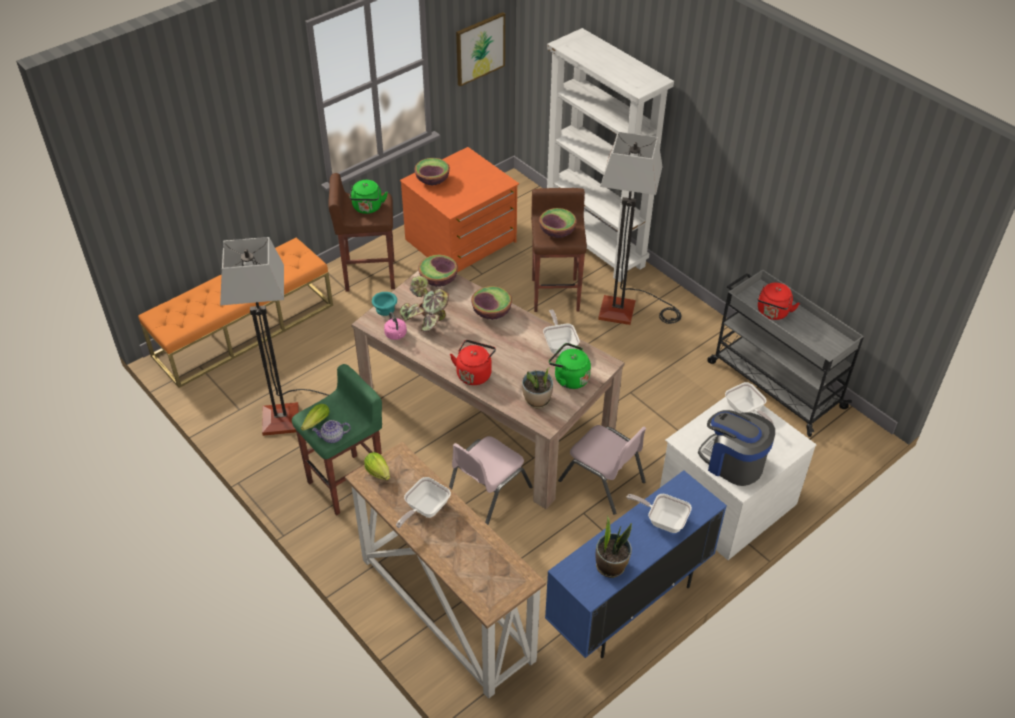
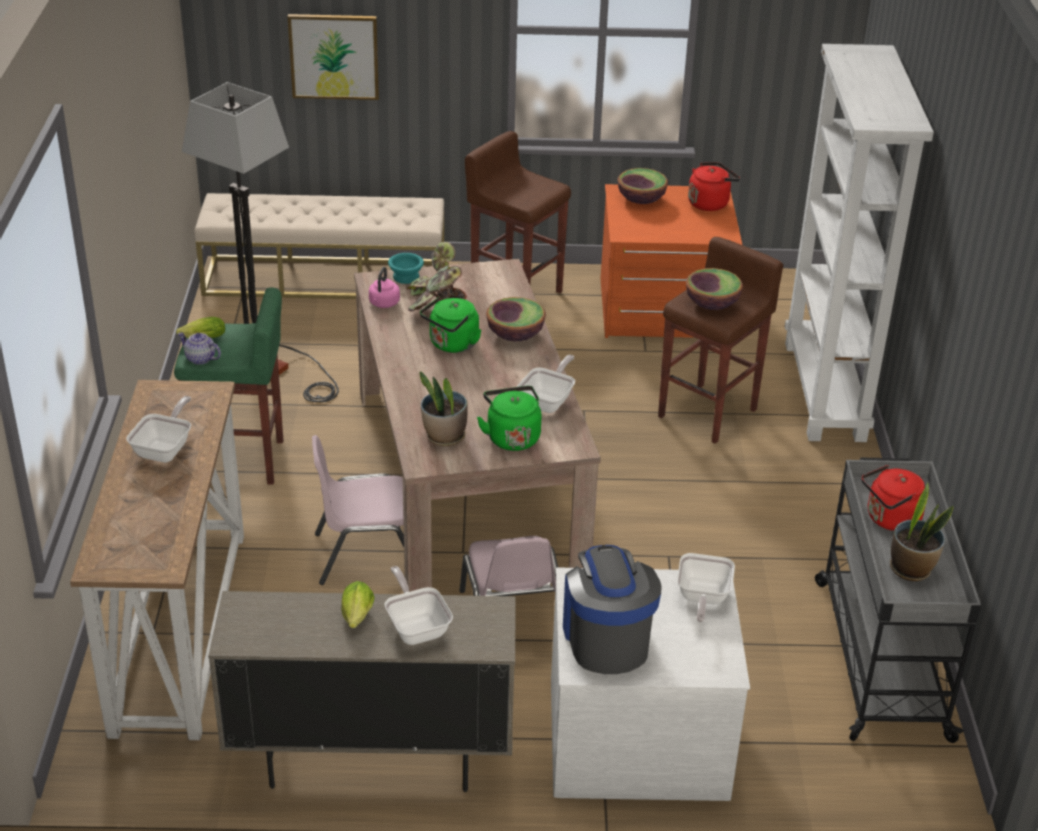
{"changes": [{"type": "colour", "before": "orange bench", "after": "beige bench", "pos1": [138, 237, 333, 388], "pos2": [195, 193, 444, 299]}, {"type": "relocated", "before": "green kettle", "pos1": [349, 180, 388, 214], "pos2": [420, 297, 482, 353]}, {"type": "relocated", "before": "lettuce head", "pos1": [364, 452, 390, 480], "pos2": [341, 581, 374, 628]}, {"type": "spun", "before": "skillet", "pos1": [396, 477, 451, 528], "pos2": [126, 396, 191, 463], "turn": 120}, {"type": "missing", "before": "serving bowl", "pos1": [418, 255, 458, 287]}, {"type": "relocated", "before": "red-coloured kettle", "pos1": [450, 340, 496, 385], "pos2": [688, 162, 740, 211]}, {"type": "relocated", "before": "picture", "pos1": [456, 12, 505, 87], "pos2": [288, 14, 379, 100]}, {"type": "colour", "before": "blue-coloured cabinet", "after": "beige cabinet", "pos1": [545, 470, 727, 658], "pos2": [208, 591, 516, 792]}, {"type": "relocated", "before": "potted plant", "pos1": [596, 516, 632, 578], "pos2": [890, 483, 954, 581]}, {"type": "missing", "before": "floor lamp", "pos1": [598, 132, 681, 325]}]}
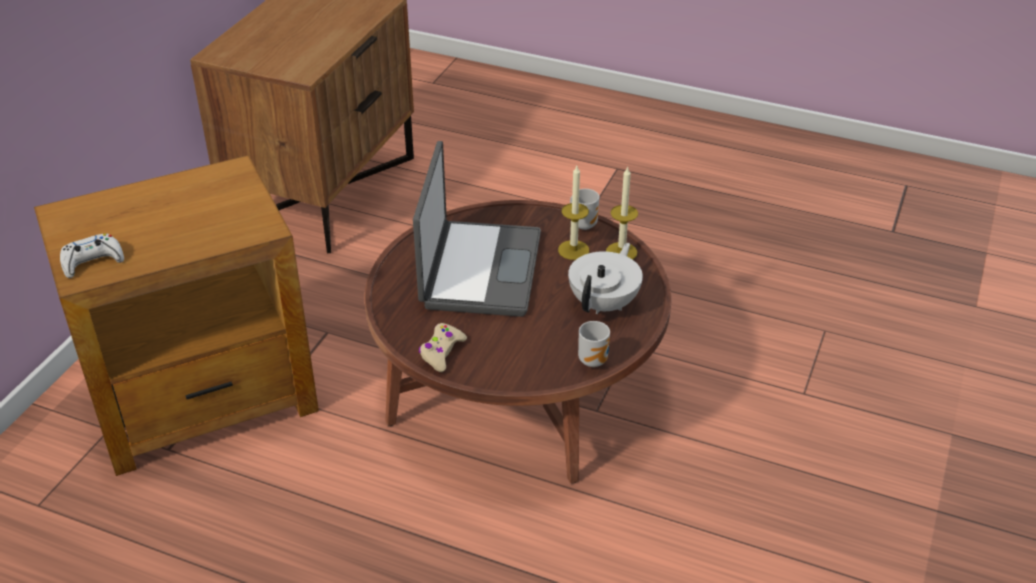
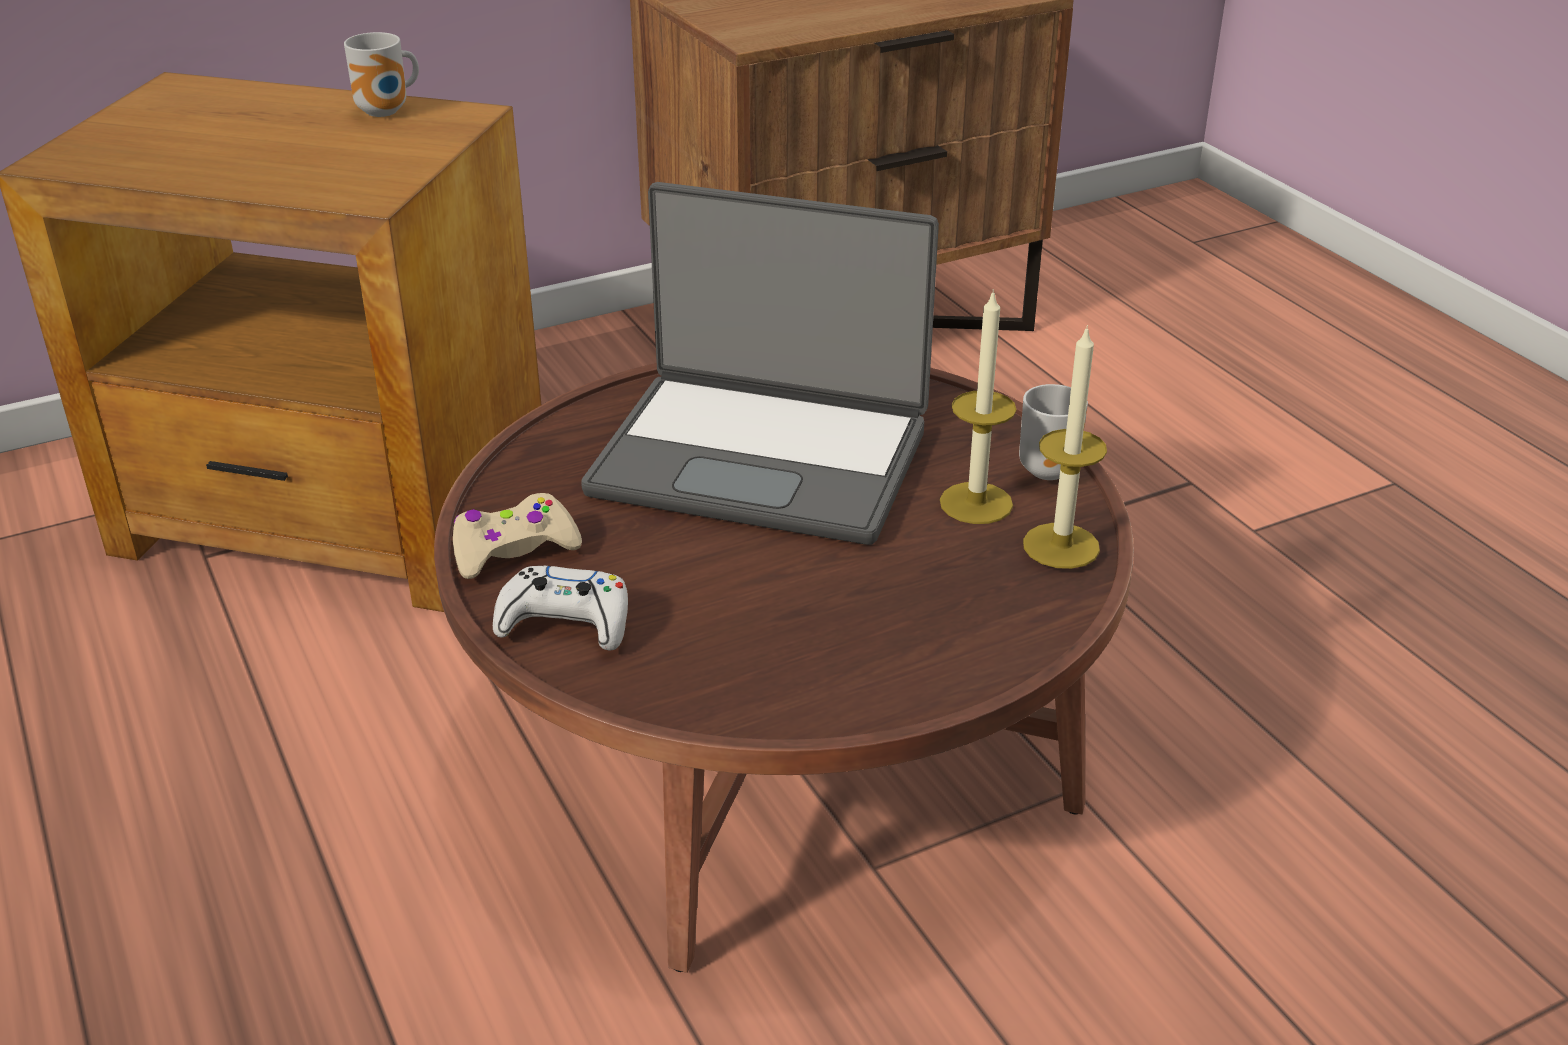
{"changes": [{"type": "relocated", "before": "white joypad", "pos1": [60, 233, 124, 278], "pos2": [493, 566, 628, 651]}, {"type": "spun", "before": "laptop", "pos1": [413, 141, 541, 317], "pos2": [581, 182, 939, 545], "turn": 60}, {"type": "missing", "before": "white teapot", "pos1": [568, 243, 643, 314]}, {"type": "relocated", "before": "tea mug", "pos1": [578, 321, 610, 367], "pos2": [344, 32, 419, 117]}]}
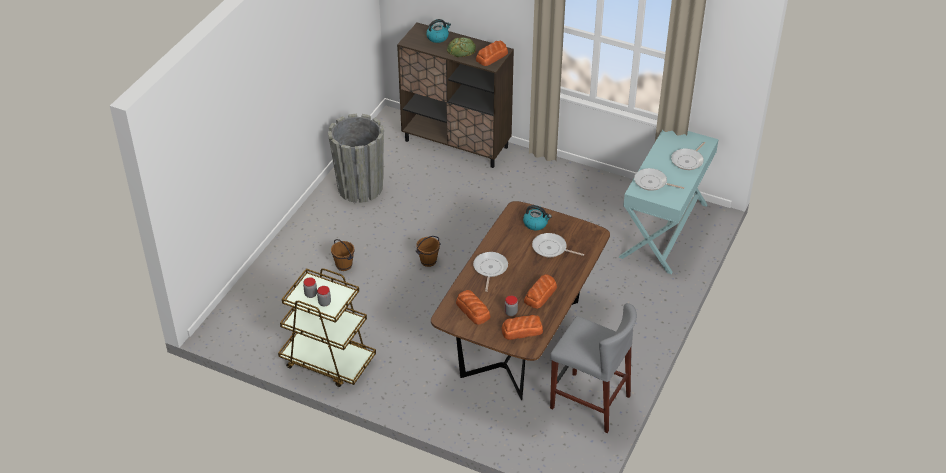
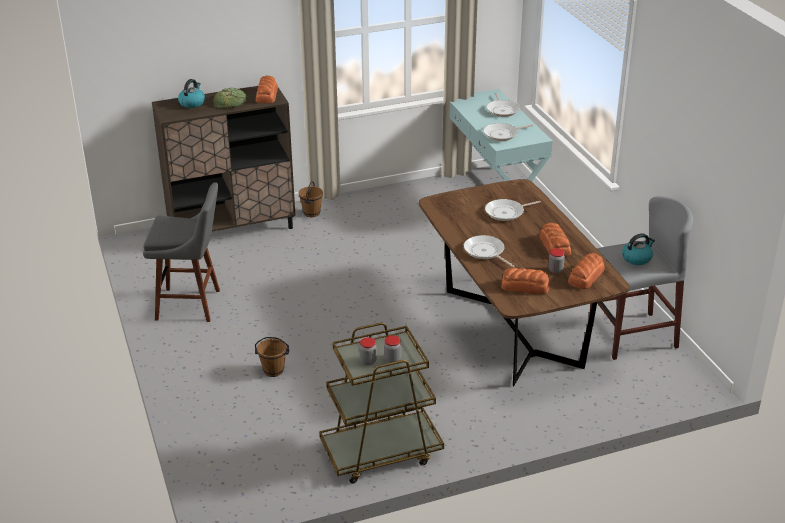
{"changes": [{"type": "exchanged", "before": "greyish planter", "after": "greyish stool seat", "pos1": [328, 113, 384, 203], "pos2": [143, 182, 220, 322]}, {"type": "relocated", "before": "brownish pail", "pos1": [416, 236, 441, 267], "pos2": [299, 181, 323, 217]}, {"type": "relocated", "before": "kettle", "pos1": [523, 205, 552, 230], "pos2": [622, 233, 655, 265]}]}
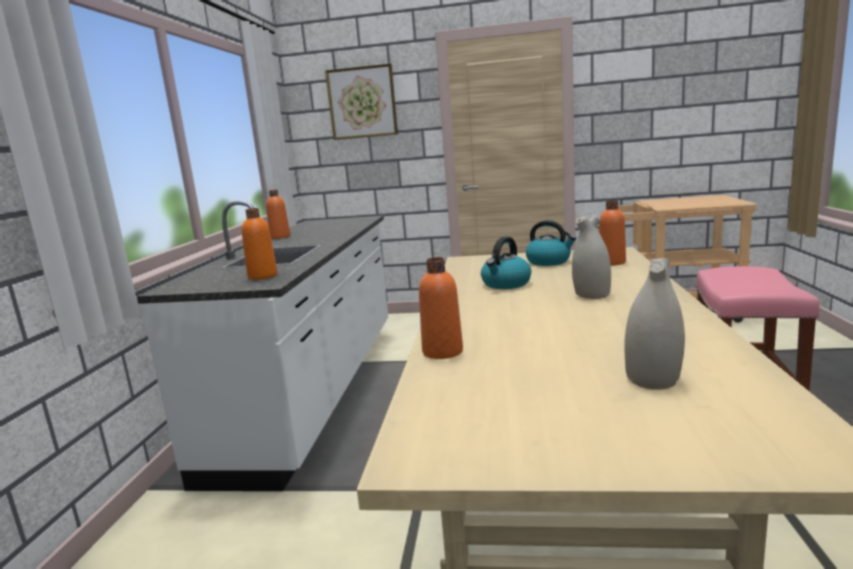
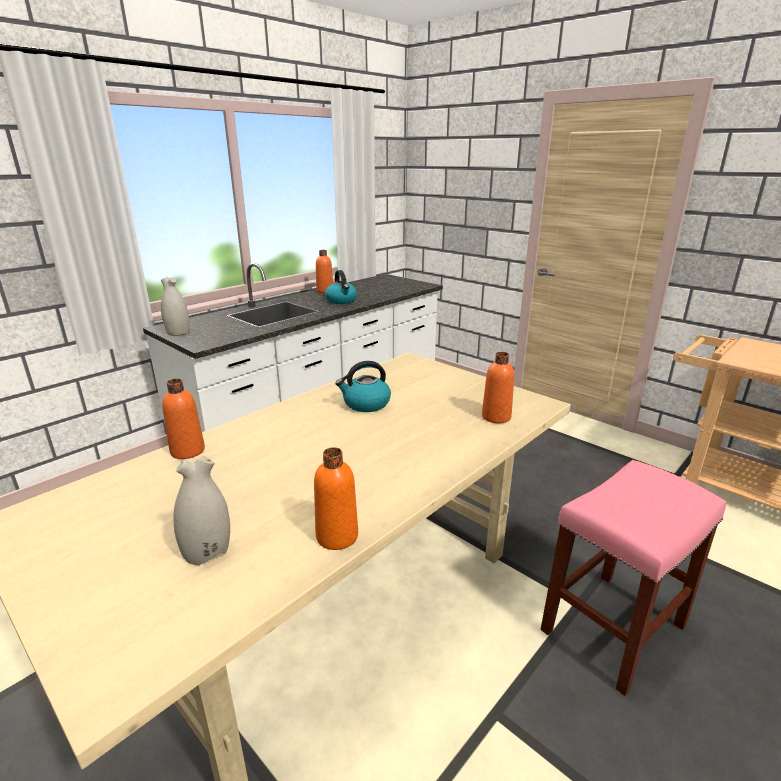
{"changes": [{"type": "relocated", "before": "orange bottle", "pos1": [242, 208, 278, 280], "pos2": [314, 447, 358, 550]}, {"type": "missing", "before": "picture", "pos1": [325, 63, 398, 140]}, {"type": "relocated", "before": "kettle", "pos1": [526, 220, 576, 266], "pos2": [325, 270, 357, 304]}, {"type": "relocated", "before": "white decorative vase", "pos1": [572, 215, 611, 299], "pos2": [161, 277, 190, 336]}]}
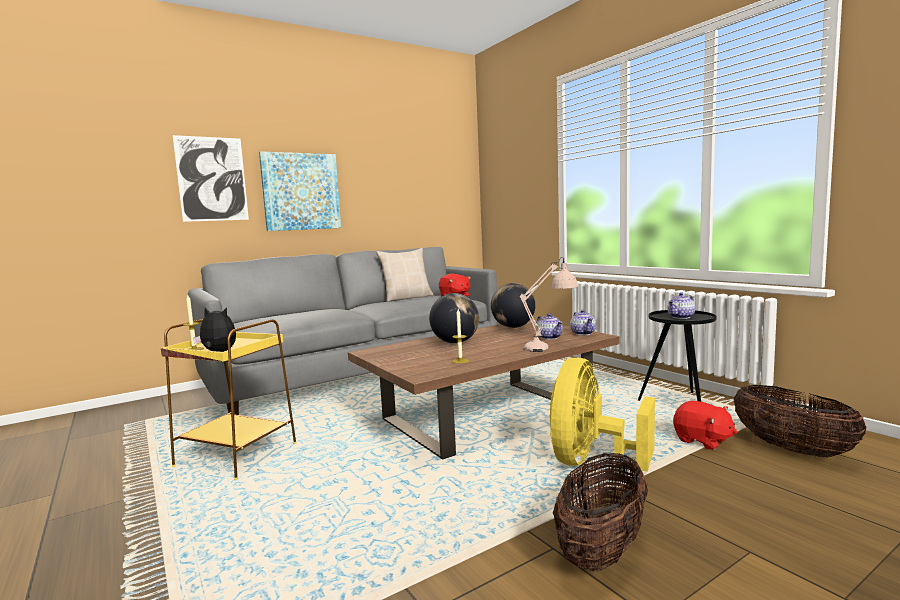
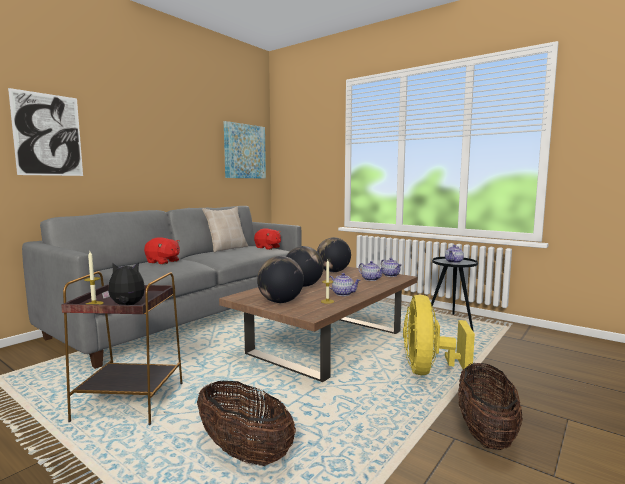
{"changes": [{"type": "colour", "before": "yellow-coloured side table", "after": "brownish side table", "pos1": [161, 319, 296, 480], "pos2": [61, 271, 183, 425]}, {"type": "relocated", "before": "picture", "pos1": [259, 151, 341, 231], "pos2": [224, 121, 266, 178]}, {"type": "missing", "before": "beige table lamp", "pos1": [520, 257, 578, 352]}, {"type": "relocated", "before": "red-coloured cuddly toy", "pos1": [673, 401, 737, 450], "pos2": [144, 237, 180, 265]}, {"type": "relocated", "before": "household basket", "pos1": [734, 385, 866, 458], "pos2": [197, 381, 296, 466]}, {"type": "appeared", "after": "world globe", "pos2": [257, 256, 304, 303]}, {"type": "appeared", "after": "teapot", "pos2": [329, 273, 361, 296]}]}
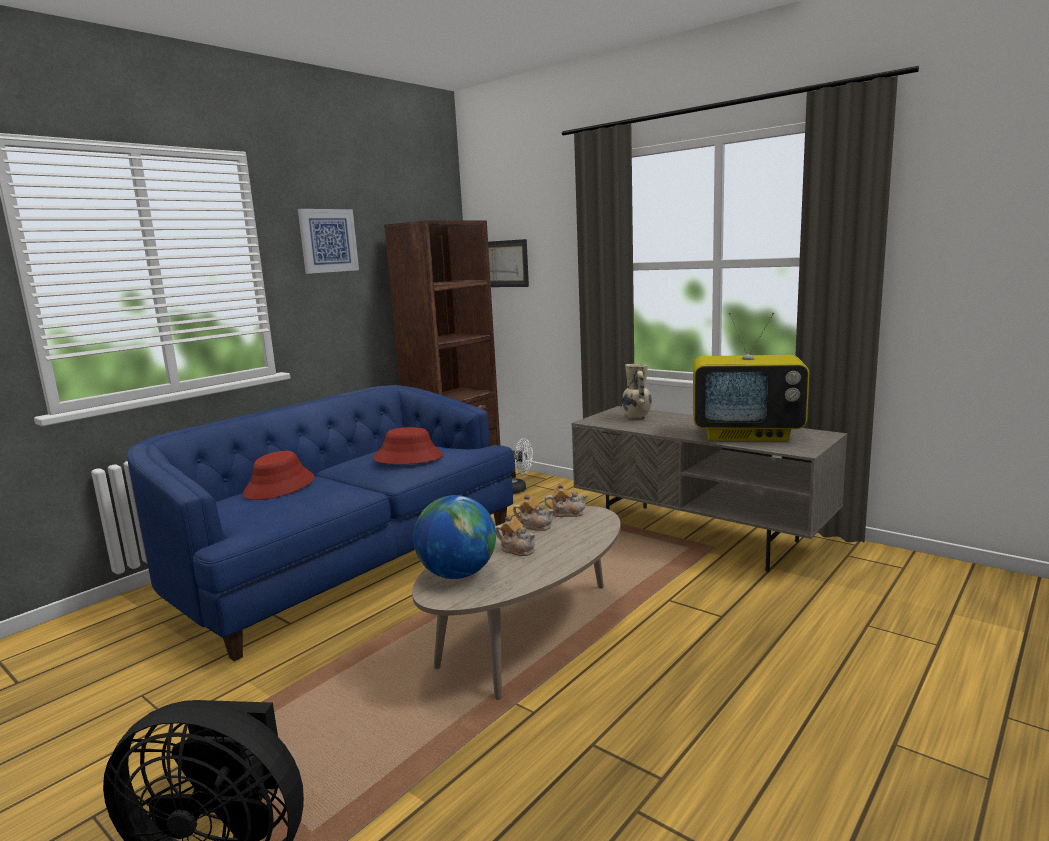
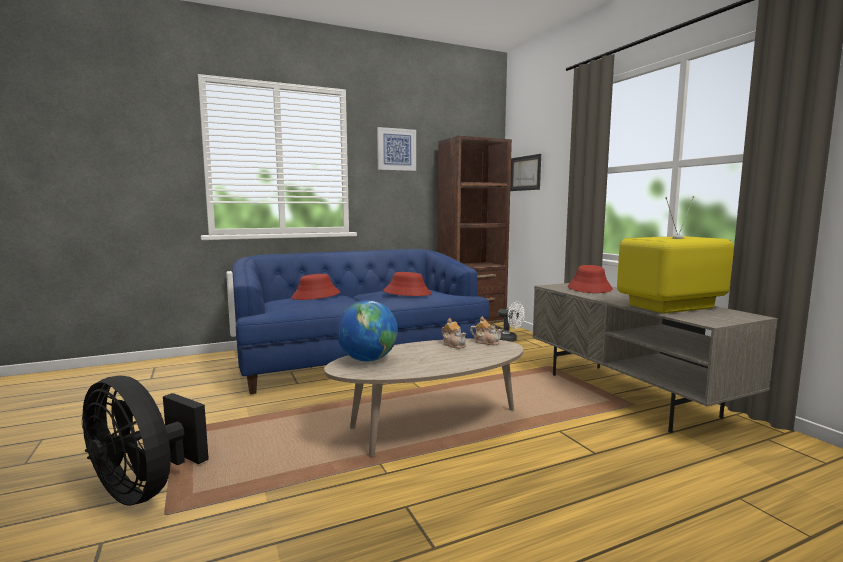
{"changes": [{"type": "missing", "before": "teapot", "pos1": [495, 514, 536, 556]}, {"type": "exchanged", "before": "beige decorative vase", "after": "red-coloured clothing hat", "pos1": [622, 364, 652, 419], "pos2": [568, 265, 613, 293]}, {"type": "spun", "before": "TV", "pos1": [693, 312, 809, 442], "pos2": [617, 196, 734, 314], "turn": 120}]}
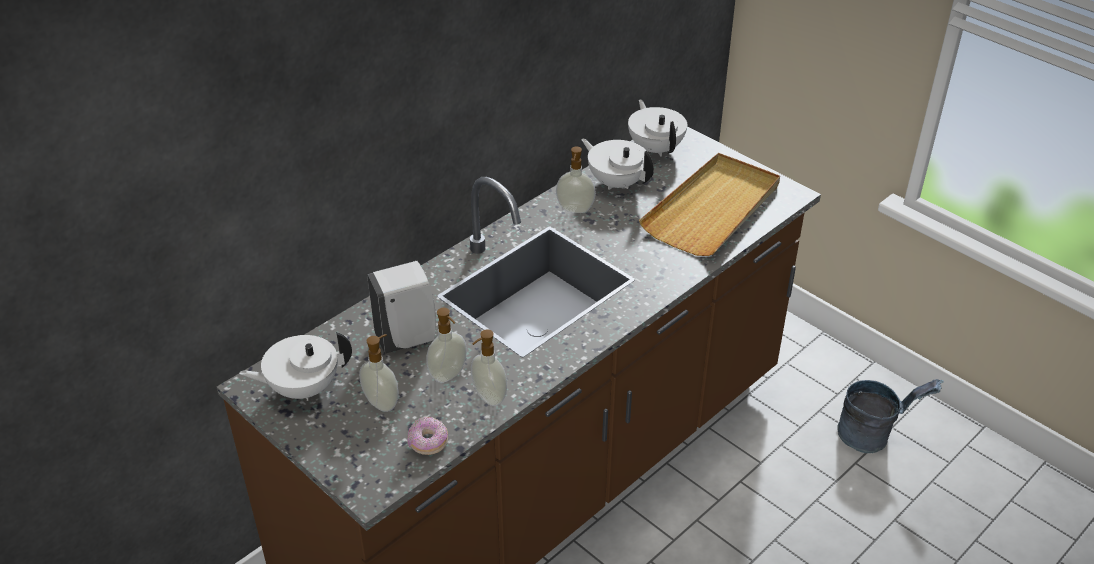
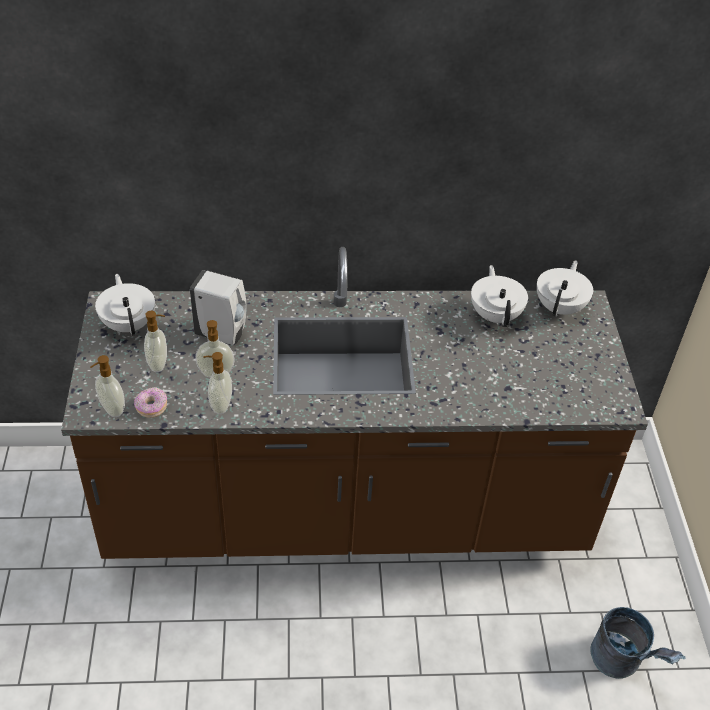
{"changes": [{"type": "spun", "before": "white teapot", "pos1": [239, 332, 352, 401], "pos2": [95, 274, 155, 336], "turn": 45}, {"type": "relocated", "before": "soap dispenser", "pos1": [556, 147, 596, 213], "pos2": [90, 355, 125, 417]}, {"type": "missing", "before": "beige carrying tray", "pos1": [639, 153, 780, 256]}]}
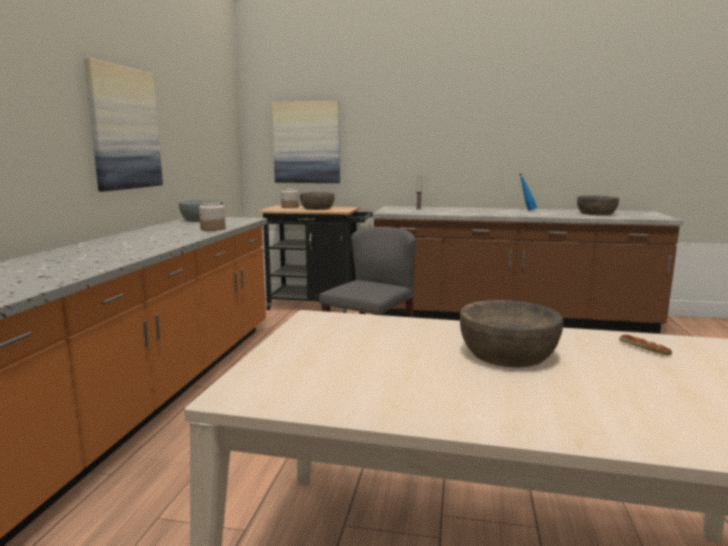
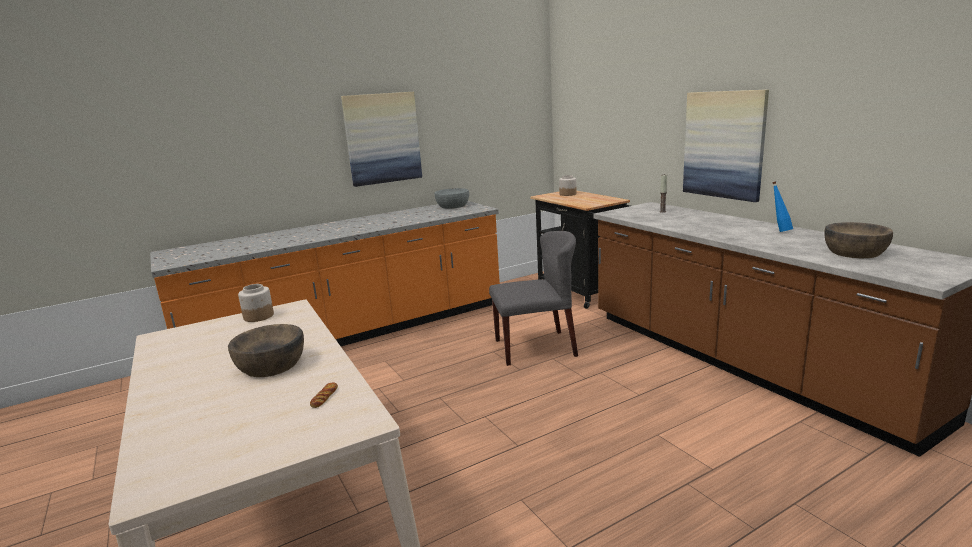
{"changes": [{"type": "relocated", "before": "jar", "pos1": [199, 202, 226, 231], "pos2": [238, 284, 274, 322]}, {"type": "relocated", "before": "picture", "pos1": [272, 101, 340, 183], "pos2": [683, 89, 769, 202]}, {"type": "missing", "before": "brownish serving bowl", "pos1": [300, 192, 335, 210]}]}
